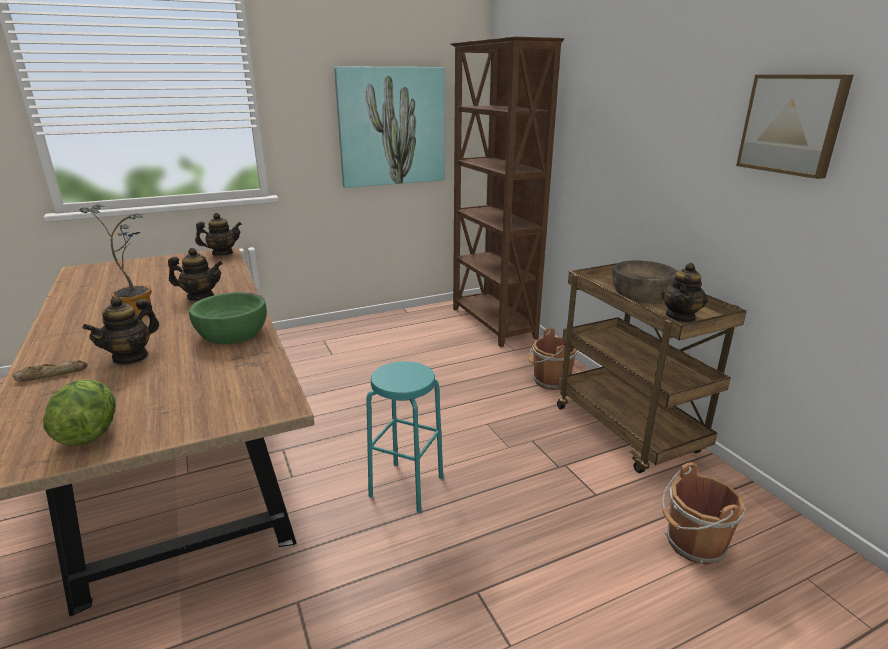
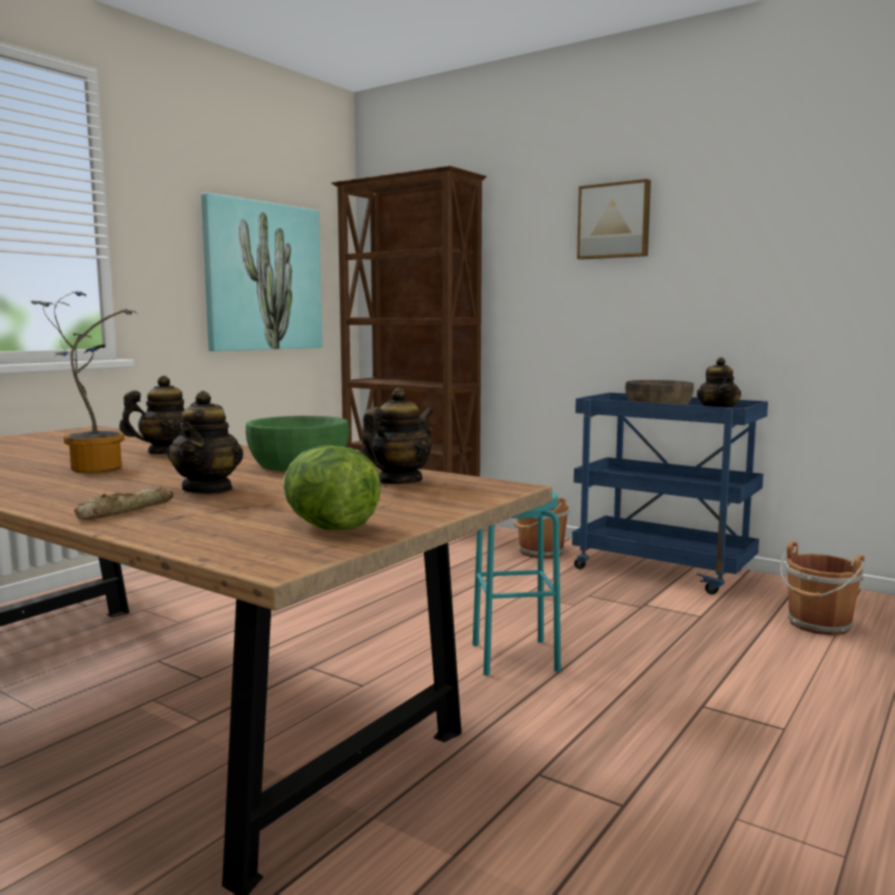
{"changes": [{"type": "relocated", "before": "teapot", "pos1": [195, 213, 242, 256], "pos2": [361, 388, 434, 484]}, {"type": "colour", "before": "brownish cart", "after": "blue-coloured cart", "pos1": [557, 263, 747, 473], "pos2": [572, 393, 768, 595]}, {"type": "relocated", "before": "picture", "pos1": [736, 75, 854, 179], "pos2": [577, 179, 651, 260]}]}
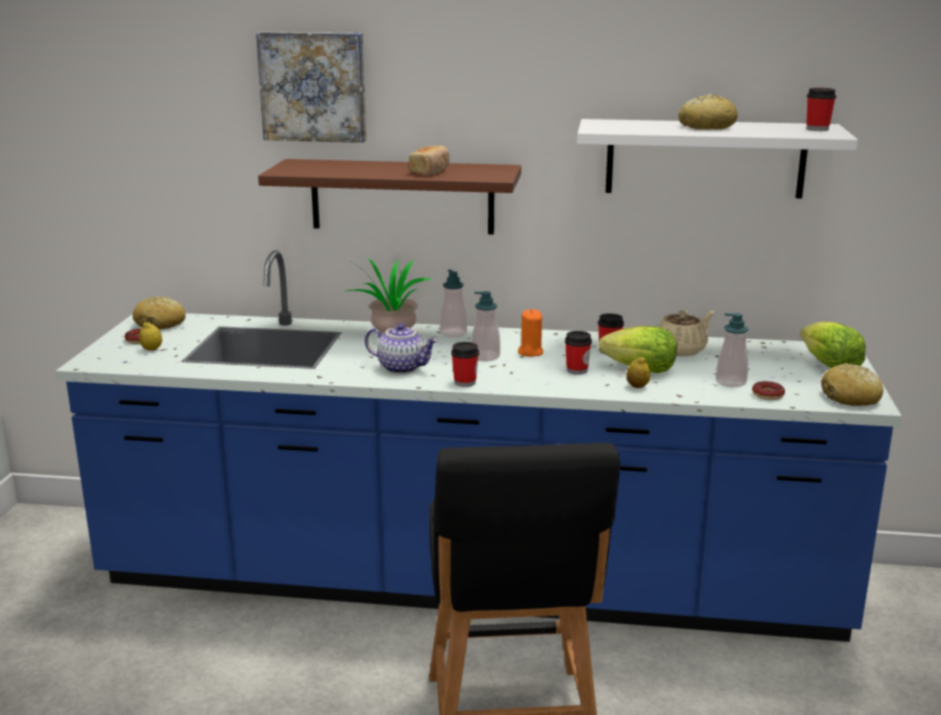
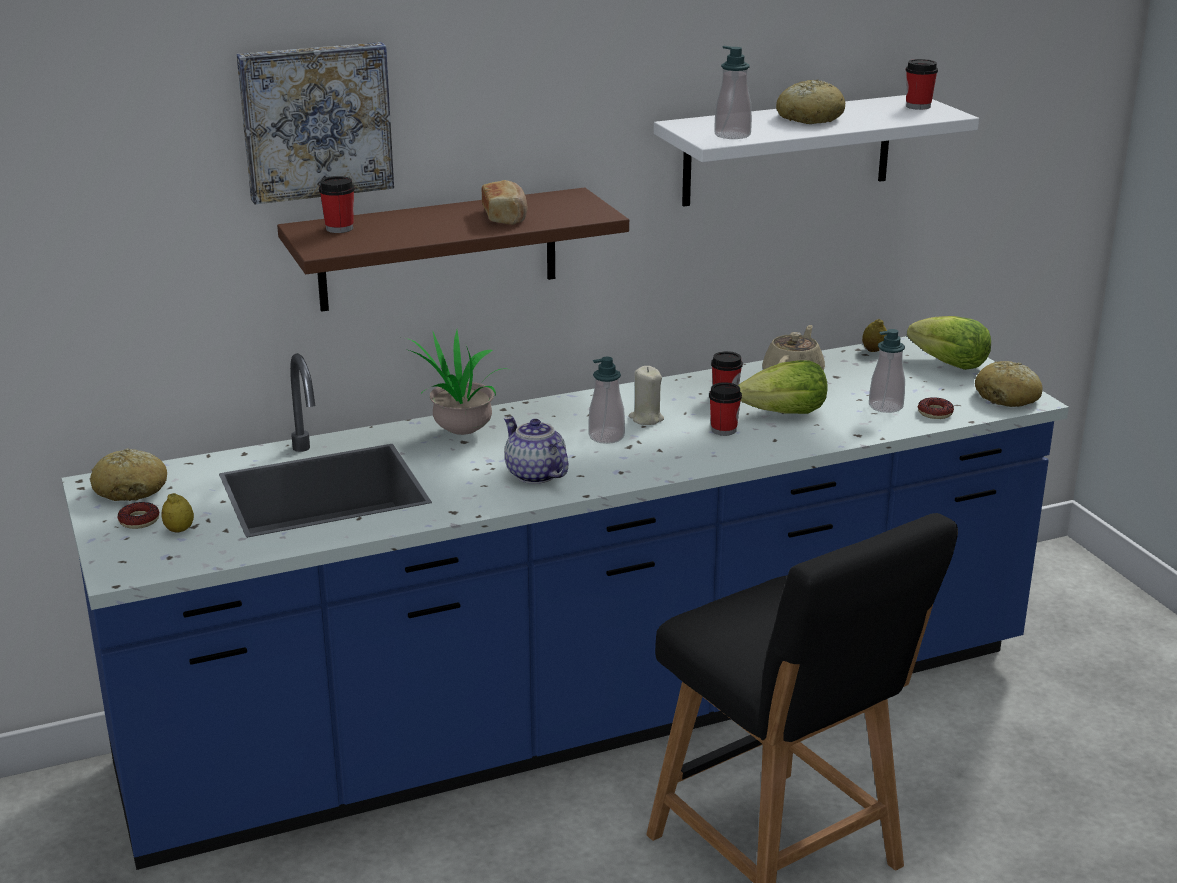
{"changes": [{"type": "spun", "before": "teapot", "pos1": [365, 323, 438, 374], "pos2": [504, 416, 568, 484], "turn": -120}, {"type": "relocated", "before": "soap dispenser", "pos1": [440, 269, 467, 338], "pos2": [714, 46, 752, 139]}, {"type": "relocated", "before": "drinking cup", "pos1": [451, 342, 479, 387], "pos2": [319, 176, 355, 233]}, {"type": "colour", "before": "orange wax candle", "after": "beige wax candle", "pos1": [518, 309, 543, 357], "pos2": [629, 366, 664, 425]}, {"type": "relocated", "before": "lemon", "pos1": [626, 356, 650, 388], "pos2": [862, 319, 887, 352]}]}
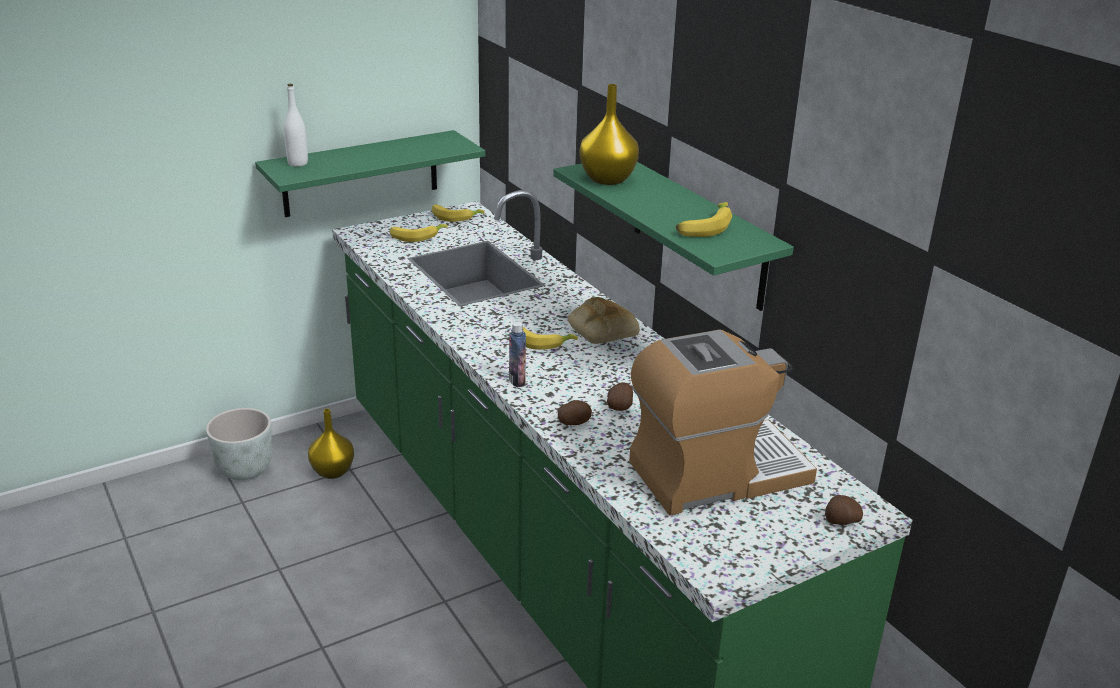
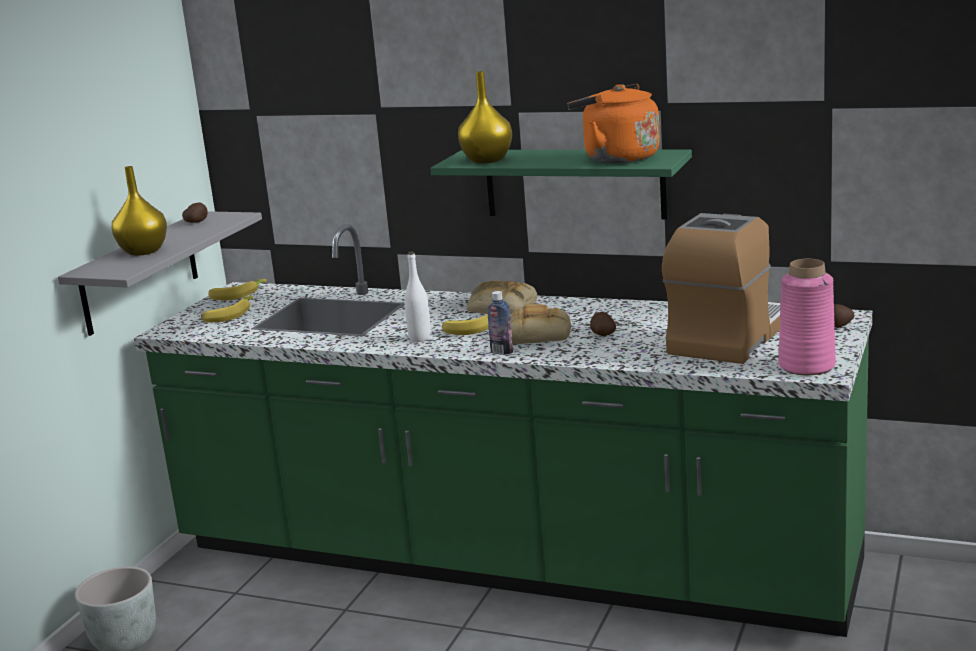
{"changes": [{"type": "colour", "before": "green shelf", "after": "greyish shelf", "pos1": [255, 130, 485, 217], "pos2": [58, 211, 262, 336]}, {"type": "relocated", "before": "white bottle", "pos1": [284, 84, 308, 167], "pos2": [404, 251, 431, 342]}, {"type": "relocated", "before": "yellow-coloured decorative vase", "pos1": [308, 409, 354, 479], "pos2": [112, 166, 167, 256]}, {"type": "relocated", "before": "whole potato", "pos1": [558, 400, 592, 425], "pos2": [182, 203, 208, 223]}, {"type": "exchanged", "before": "whole banana", "after": "orange kettle", "pos1": [676, 202, 732, 237], "pos2": [567, 84, 660, 163]}, {"type": "appeared", "after": "bread", "pos2": [510, 303, 571, 344]}, {"type": "appeared", "after": "pink-coloured decorative vase", "pos2": [778, 259, 836, 375]}]}
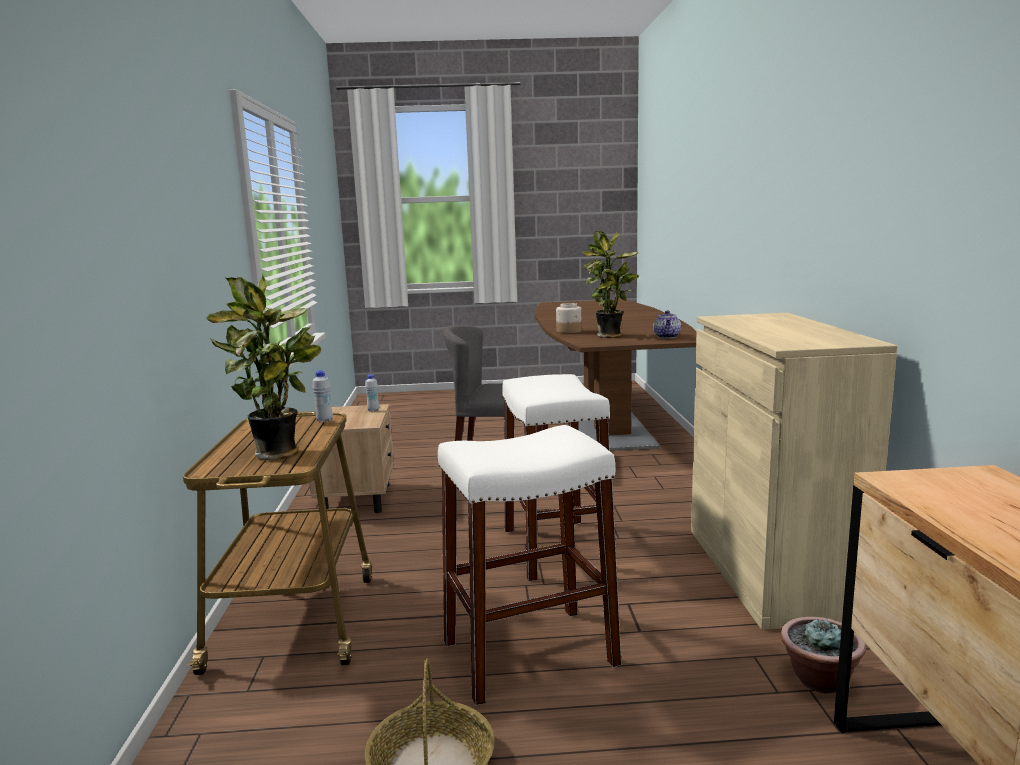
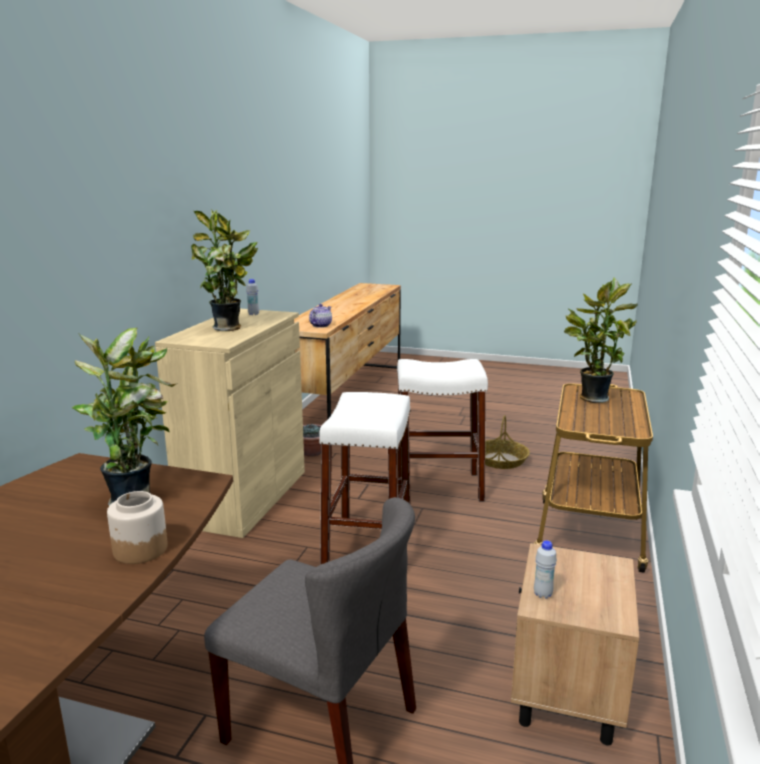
{"changes": [{"type": "relocated", "before": "white bottle", "pos1": [312, 370, 333, 423], "pos2": [246, 279, 259, 315]}, {"type": "relocated", "before": "teapot", "pos1": [653, 310, 681, 338], "pos2": [309, 304, 332, 328]}, {"type": "appeared", "after": "potted plant", "pos2": [191, 209, 258, 331]}]}
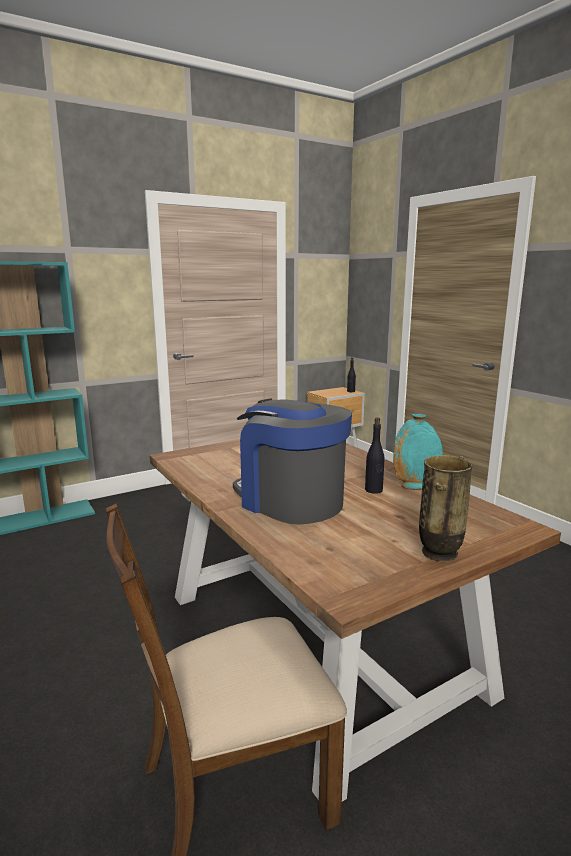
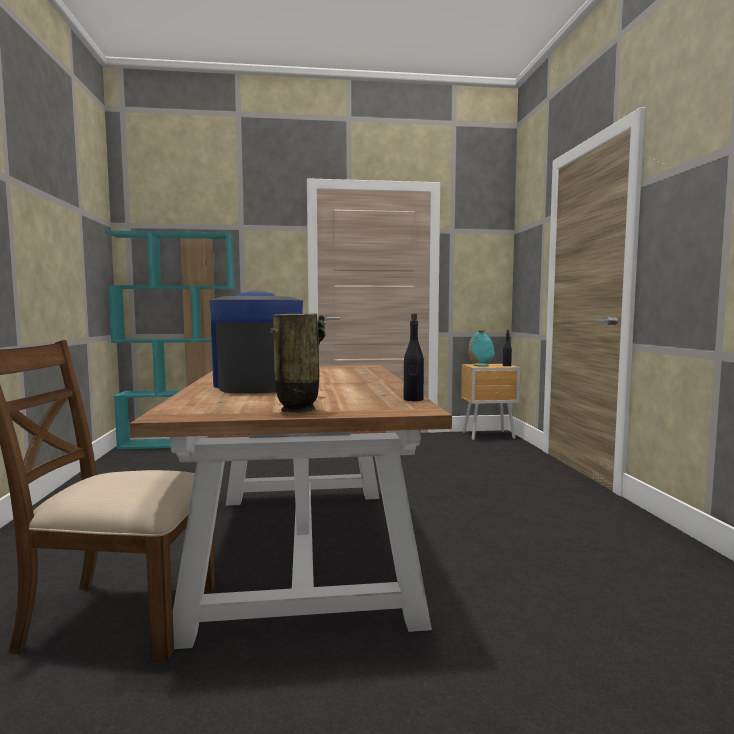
{"changes": [{"type": "relocated", "before": "black-coloured bottle", "pos1": [365, 417, 384, 494], "pos2": [404, 313, 424, 401]}, {"type": "relocated", "before": "blue-green decorative vase", "pos1": [393, 414, 443, 490], "pos2": [469, 330, 495, 367]}]}
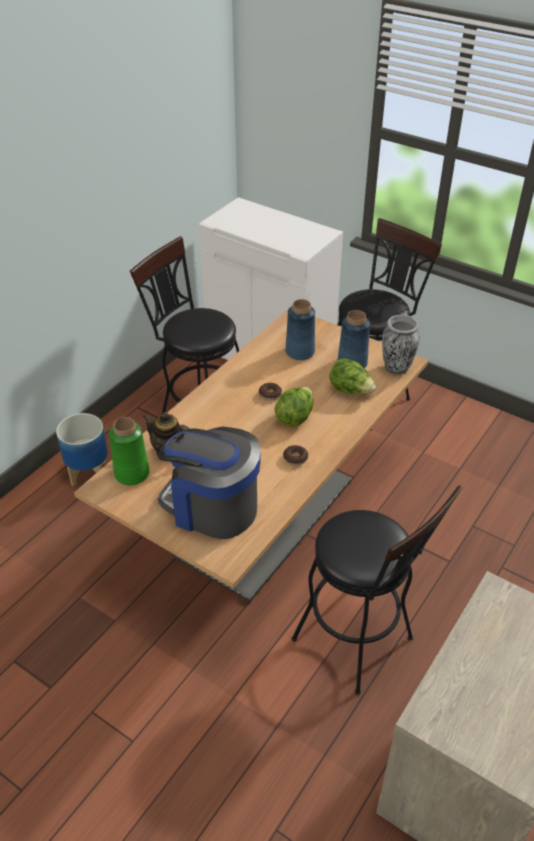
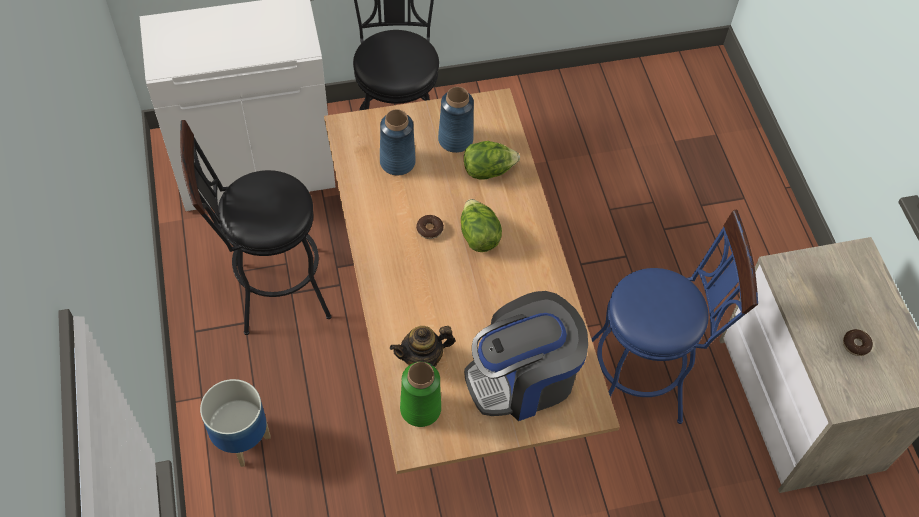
{"changes": [{"type": "relocated", "before": "doughnut", "pos1": [283, 445, 308, 465], "pos2": [843, 329, 873, 356]}, {"type": "colour", "before": "black-coloured stool seat", "after": "blue-coloured stool seat", "pos1": [292, 486, 463, 695], "pos2": [592, 210, 758, 424]}, {"type": "missing", "before": "decorative vase", "pos1": [382, 315, 420, 374]}]}
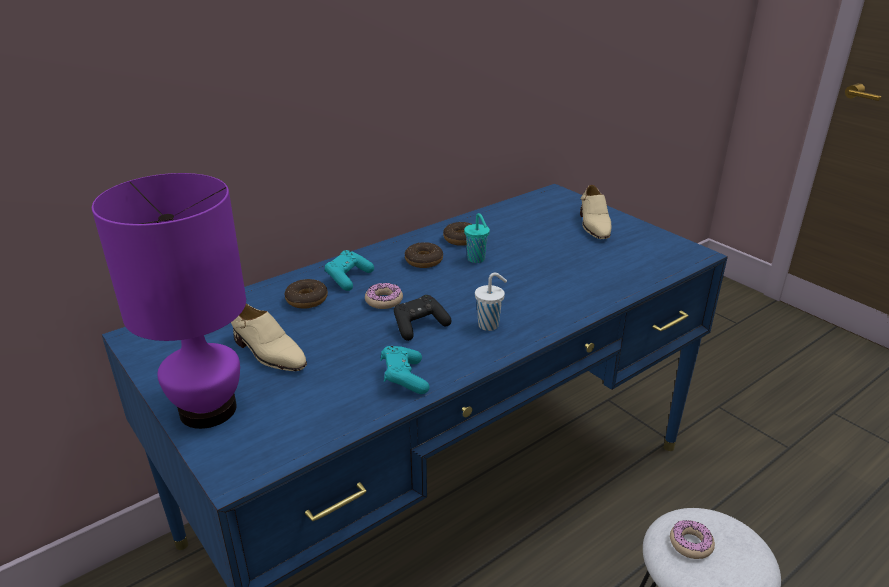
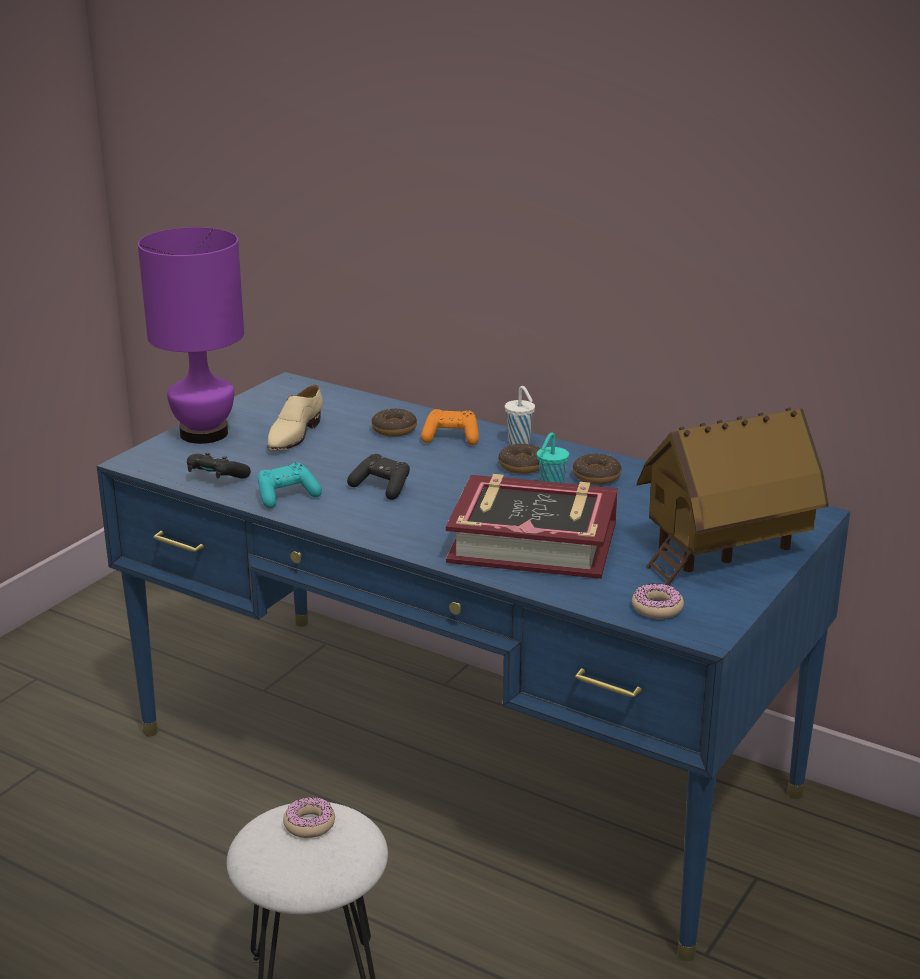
{"changes": [{"type": "colour", "before": "blue-green joypad", "after": "orange joypad", "pos1": [325, 250, 374, 291], "pos2": [421, 409, 479, 445]}, {"type": "relocated", "before": "doughnut", "pos1": [365, 283, 403, 309], "pos2": [632, 583, 684, 619]}, {"type": "relocated", "before": "white drinking cup", "pos1": [475, 273, 507, 331], "pos2": [505, 386, 535, 445]}, {"type": "exchanged", "before": "beige item of footwear", "after": "toy house", "pos1": [580, 185, 611, 239], "pos2": [637, 408, 829, 585]}, {"type": "appeared", "after": "black-coloured joypad", "pos2": [187, 453, 251, 479]}, {"type": "appeared", "after": "book", "pos2": [446, 474, 618, 579]}]}
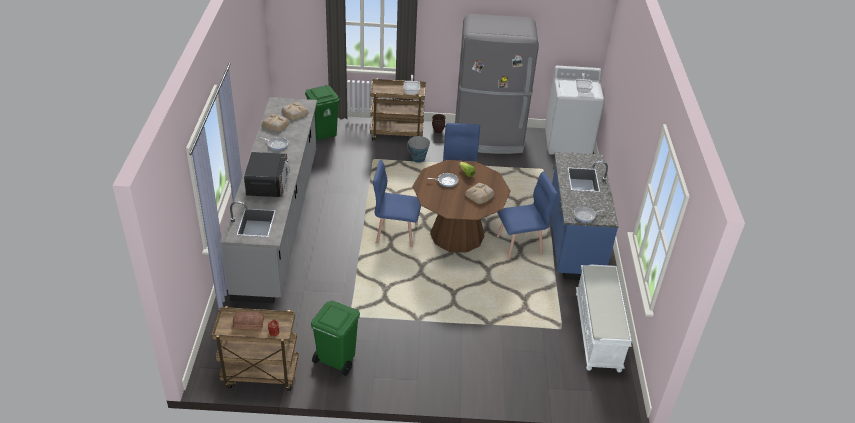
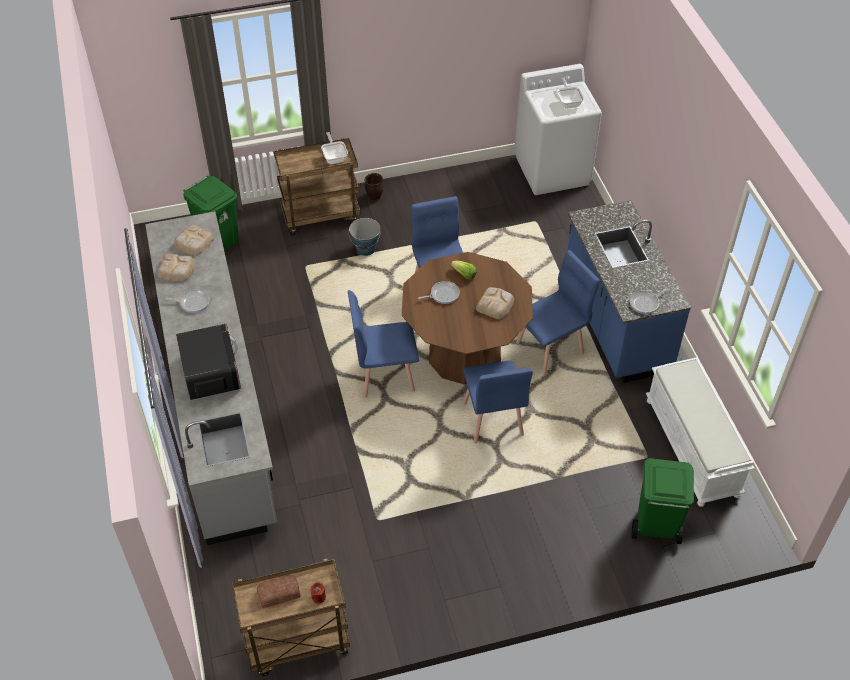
{"changes": [{"type": "relocated", "before": "green waste bin", "pos1": [311, 301, 360, 376], "pos2": [632, 458, 694, 544]}, {"type": "missing", "before": "greyish fridge", "pos1": [455, 14, 539, 154]}, {"type": "appeared", "after": "blue-coloured upright chair", "pos2": [463, 361, 533, 444]}]}
